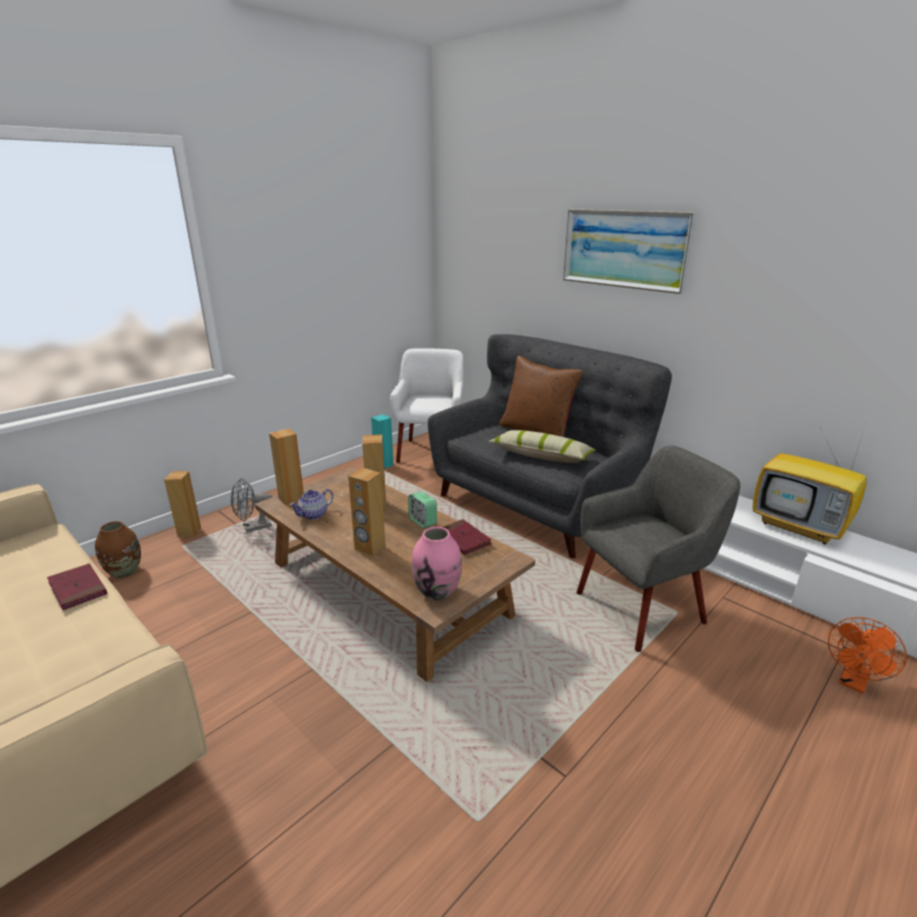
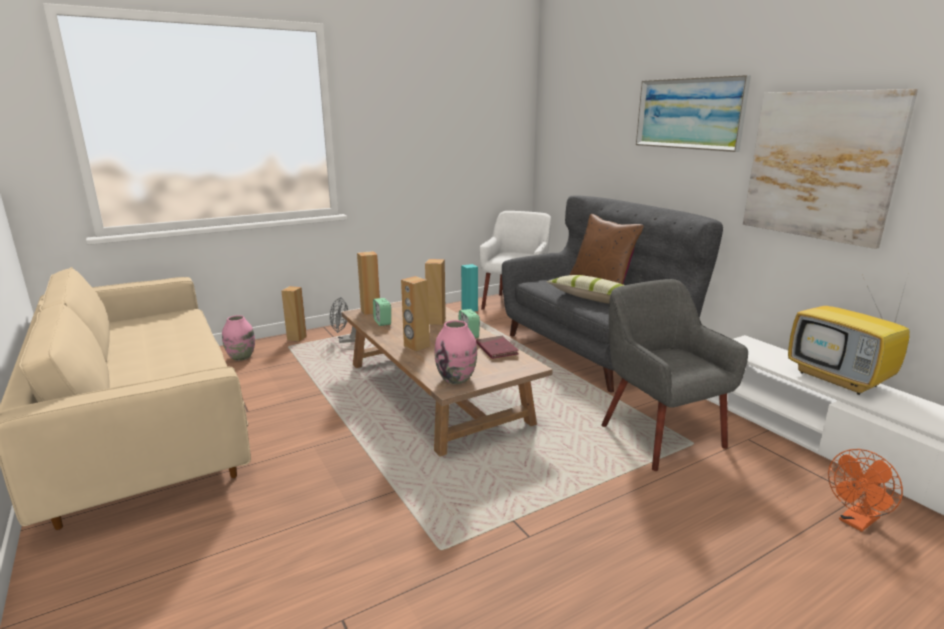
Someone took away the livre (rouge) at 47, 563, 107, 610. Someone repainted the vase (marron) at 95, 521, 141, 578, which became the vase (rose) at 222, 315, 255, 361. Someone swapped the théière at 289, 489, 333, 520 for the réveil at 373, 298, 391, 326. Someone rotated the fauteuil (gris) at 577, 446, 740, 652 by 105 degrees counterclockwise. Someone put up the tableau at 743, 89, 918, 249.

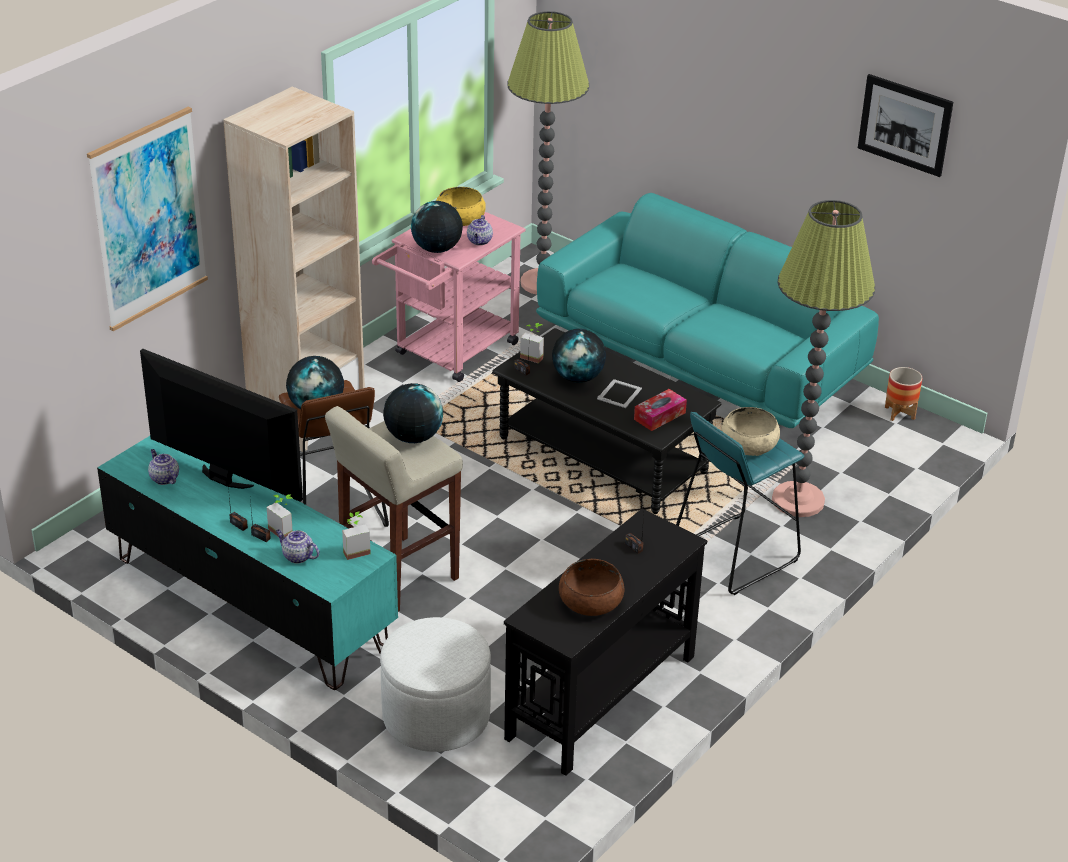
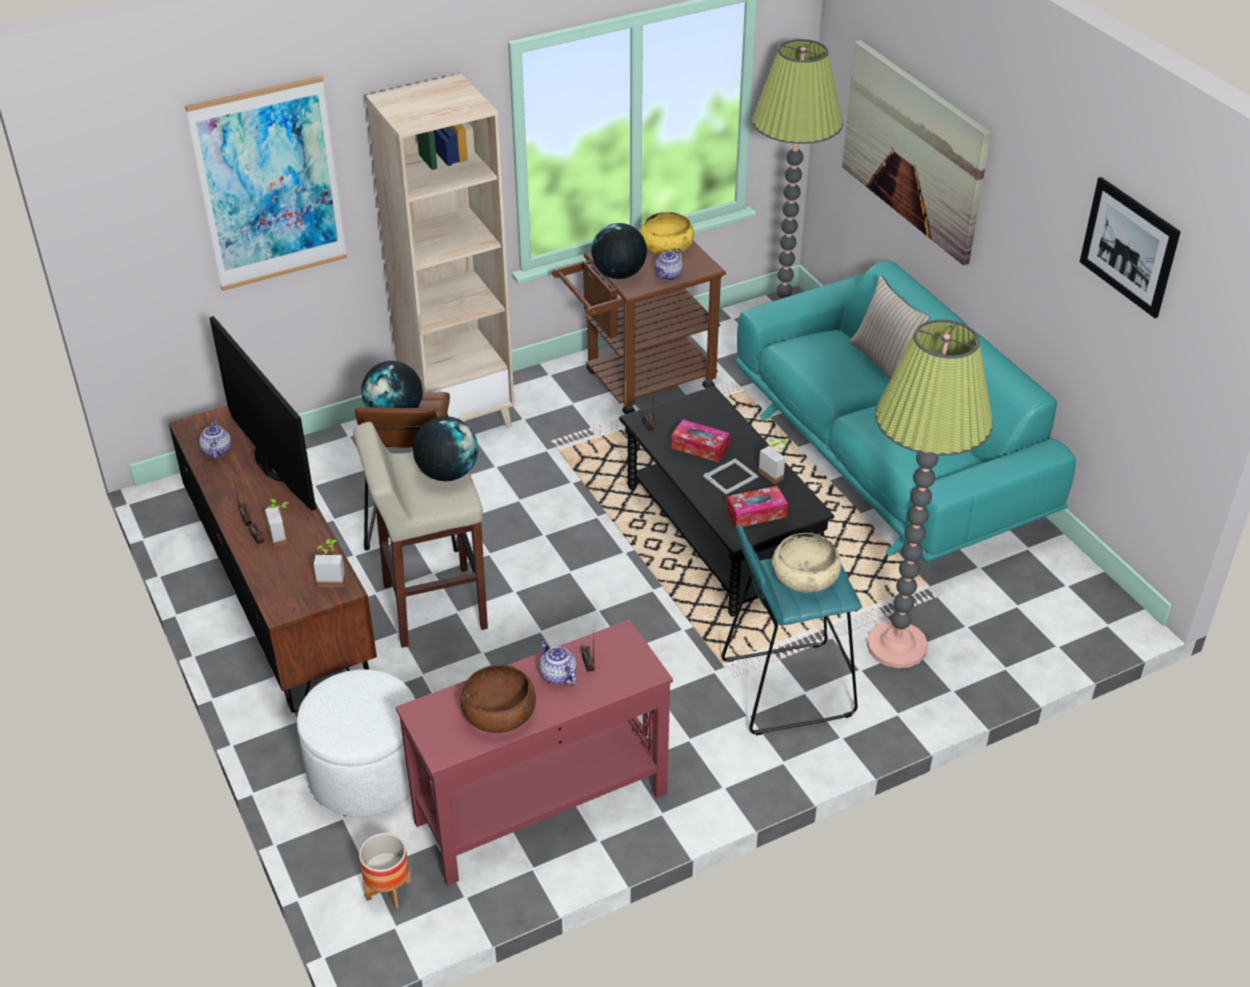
Someone repainted the meuble télé (turquoise) at 97, 436, 398, 690, which became the meuble télé (marron) at 169, 405, 377, 713. Someone carried the théière from 276, 529, 319, 564 to 539, 639, 577, 686. Someone repainted the chariot (rose) at 372, 212, 526, 382, which became the chariot (marron) at 552, 240, 726, 414. Someone repainted the table console (noir) at 504, 508, 707, 776, which became the table console (rouge) at 396, 620, 673, 886. Someone carried the plante en pot from 520, 323, 544, 363 to 759, 439, 787, 484. Someone swapped the globe at 552, 329, 606, 383 for the boîte à mouchoirs at 671, 420, 730, 462. Someone carried the cache-pot from 885, 367, 922, 421 to 359, 833, 411, 909. Someone put up the tableau at 842, 40, 991, 266. Someone put down the coussin (beige) at 849, 275, 930, 381.

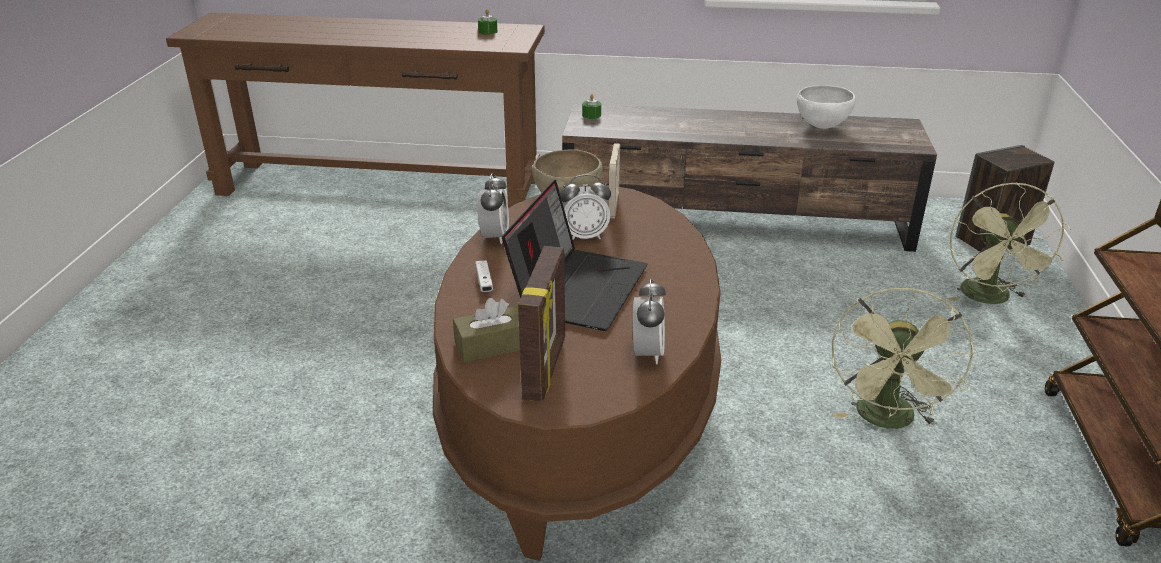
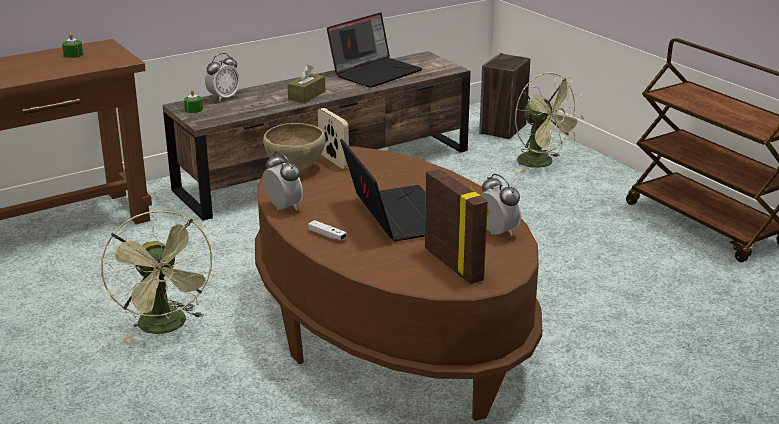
Someone carried the boîte à mouchoirs (marron) from 453, 298, 520, 363 to 287, 65, 325, 103. Someone carried the réveil from 560, 175, 611, 240 to 205, 53, 240, 101. Someone swapped the bol (blanc) at 797, 85, 856, 129 for the ordinateur portable at 327, 12, 423, 88. Someone carried the ventilateur (vert) from 832, 288, 974, 429 to 101, 210, 215, 341.

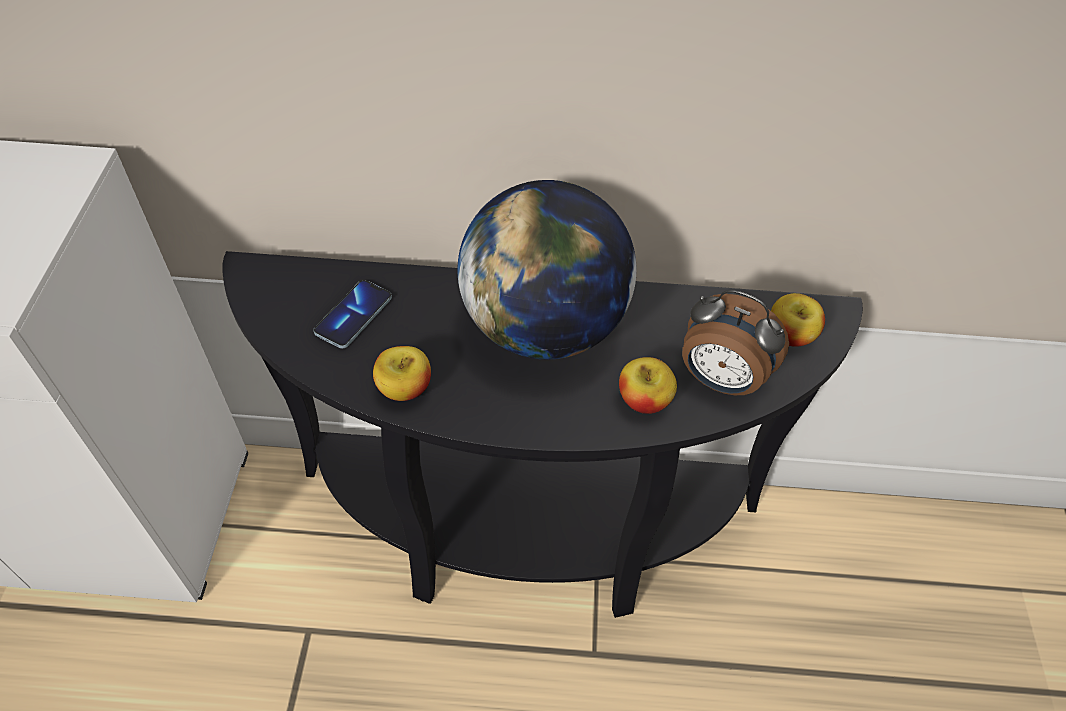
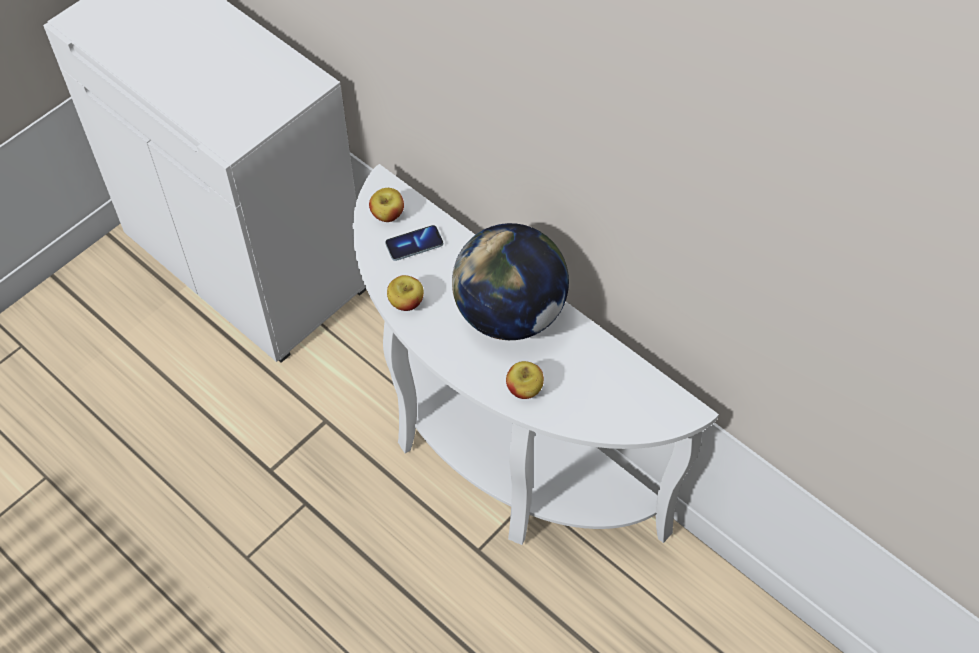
Someone repainted the table console (noir) at 223, 251, 863, 618, which became the table console (blanc) at 353, 164, 719, 545. Someone took away the réveil at 682, 290, 789, 395. Someone carried the pomme from 771, 293, 825, 347 to 369, 188, 404, 222.

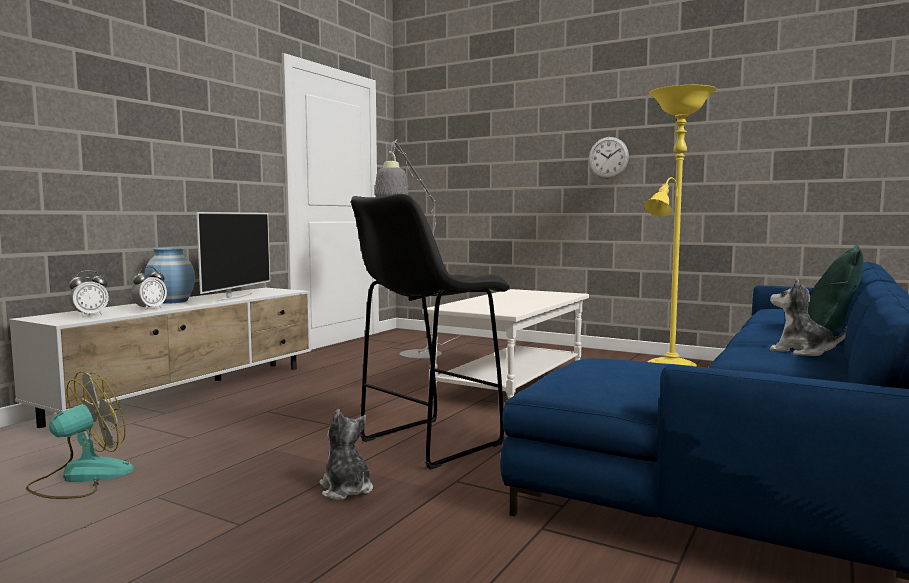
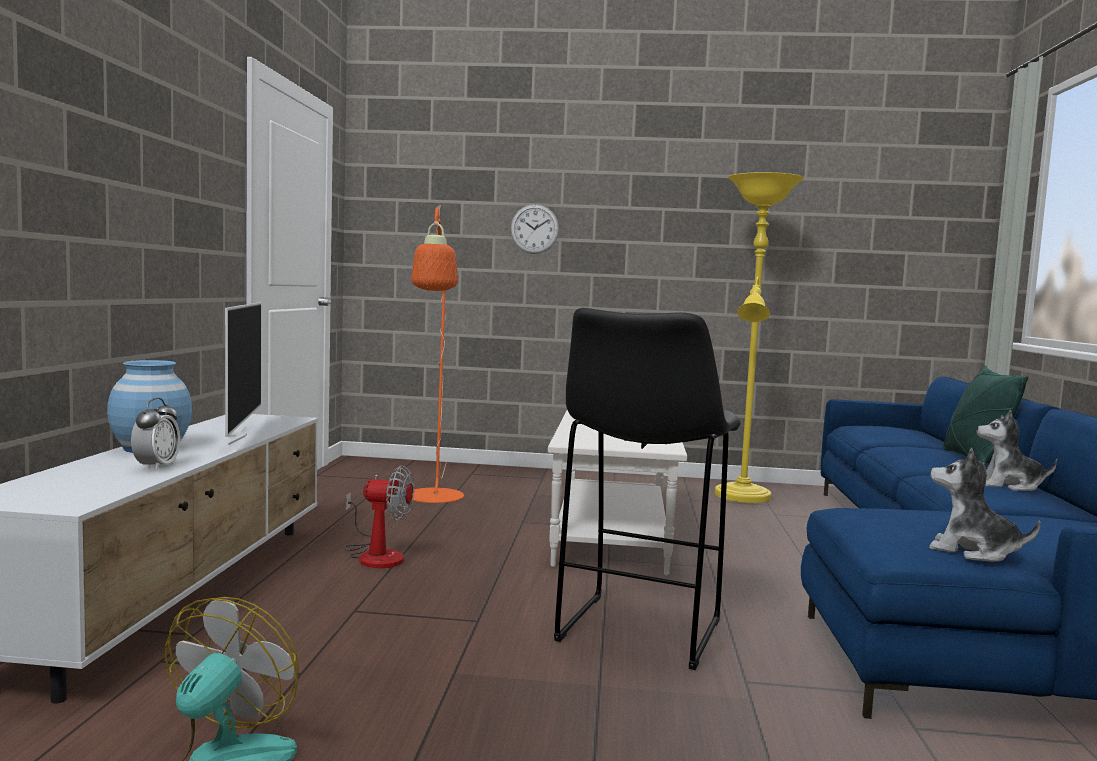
Someone took away the réveil at 69, 270, 109, 317. Someone carried the peluche from 320, 409, 373, 500 to 929, 448, 1041, 562. Someone repainted the lampadaire (gris) at 375, 139, 463, 359, which became the lampadaire (orange) at 411, 205, 464, 503. Someone carried the horloge murale from 589, 137, 629, 178 to 510, 204, 559, 254. Someone put down the ventilateur at 344, 465, 414, 568.

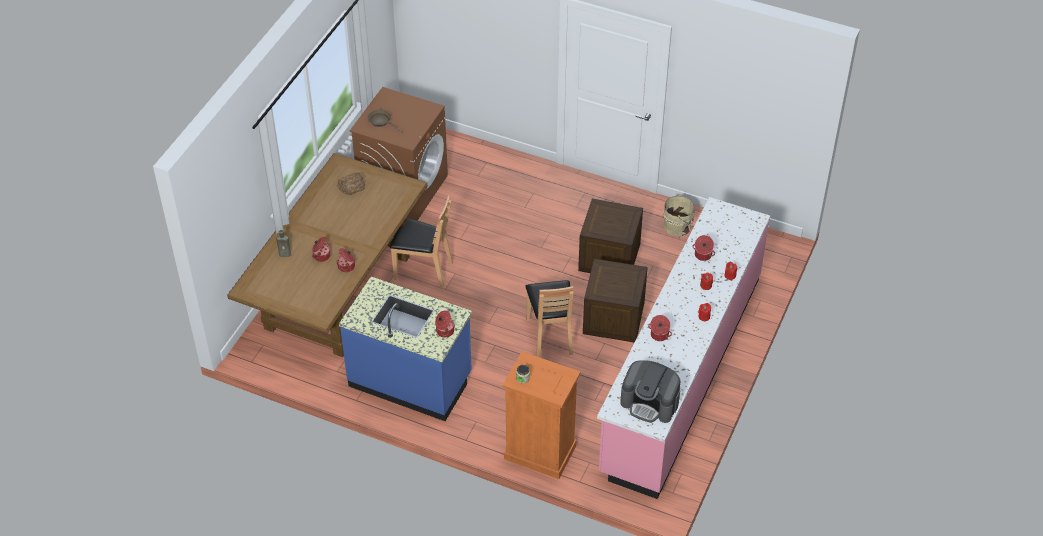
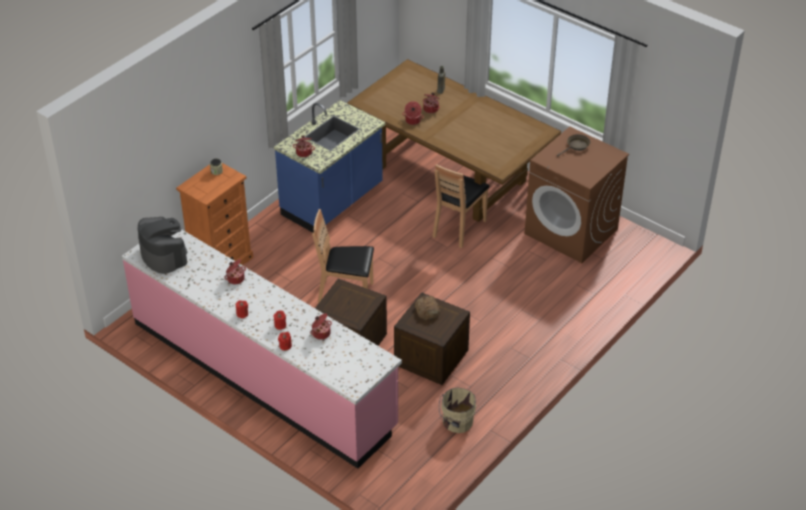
Someone carried the pain from 337, 172, 365, 195 to 415, 296, 440, 320. Someone rotated the machine à café at 620, 360, 680, 423 by 105 degrees clockwise.

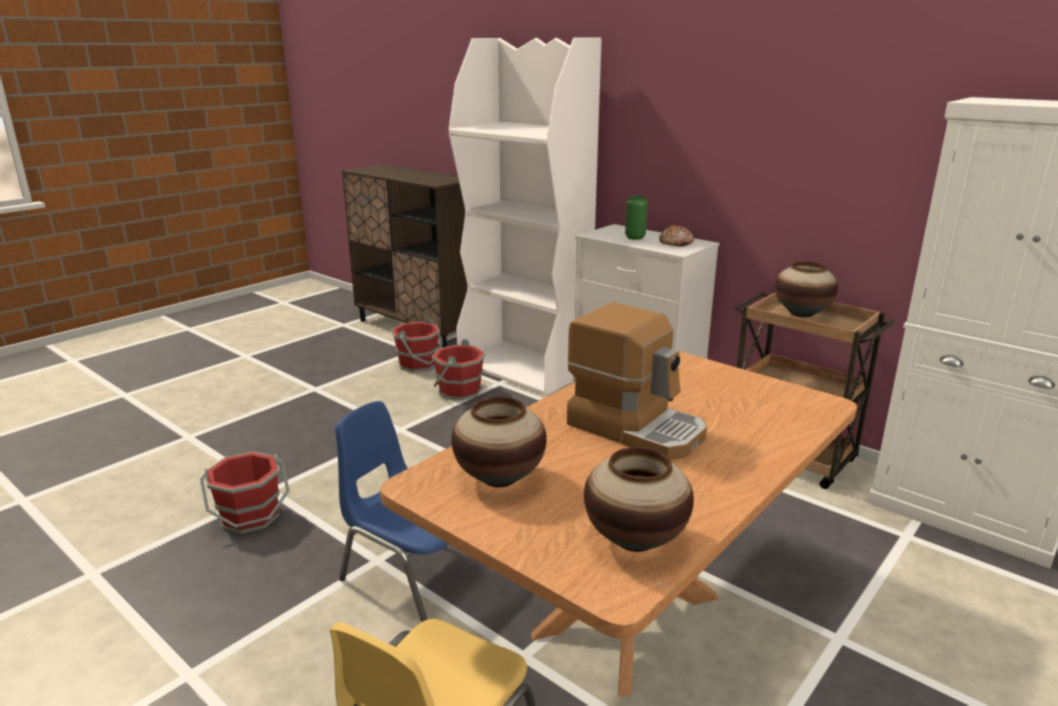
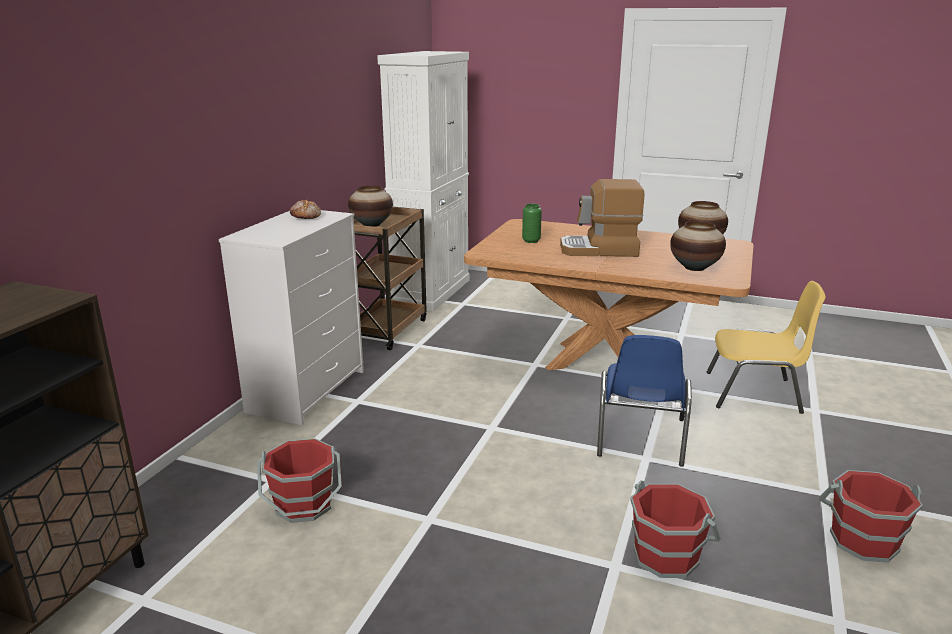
Someone carried the seau (rouge) from 391, 317, 443, 372 to 819, 470, 923, 563. Someone took away the bibliothèque (blanc) at 449, 37, 602, 396. Someone rotated the machine à café at 567, 302, 707, 460 by 105 degrees counterclockwise. Someone carried the vase (vert) from 625, 196, 648, 240 to 522, 204, 542, 243.

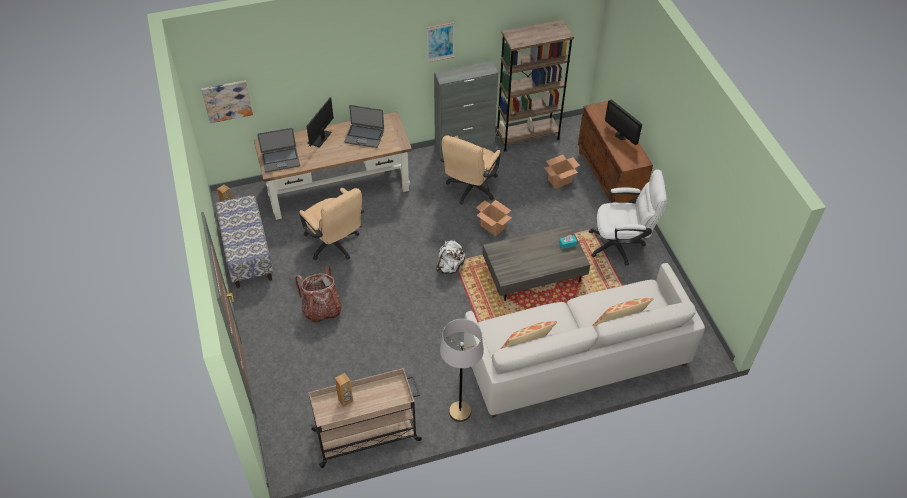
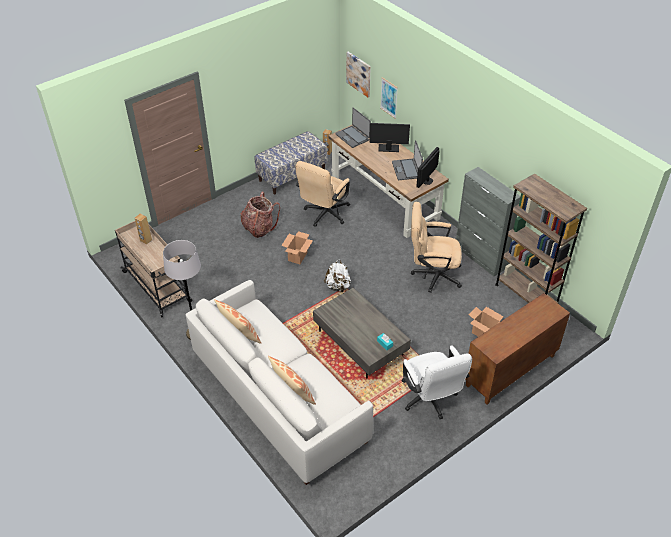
Someone carried the tableau from 427, 22, 455, 62 to 380, 77, 398, 119. Someone carried the carton from 476, 200, 512, 236 to 281, 231, 313, 264. Someone carried the écran d'ordinateur from 605, 100, 642, 145 to 416, 147, 440, 188.

